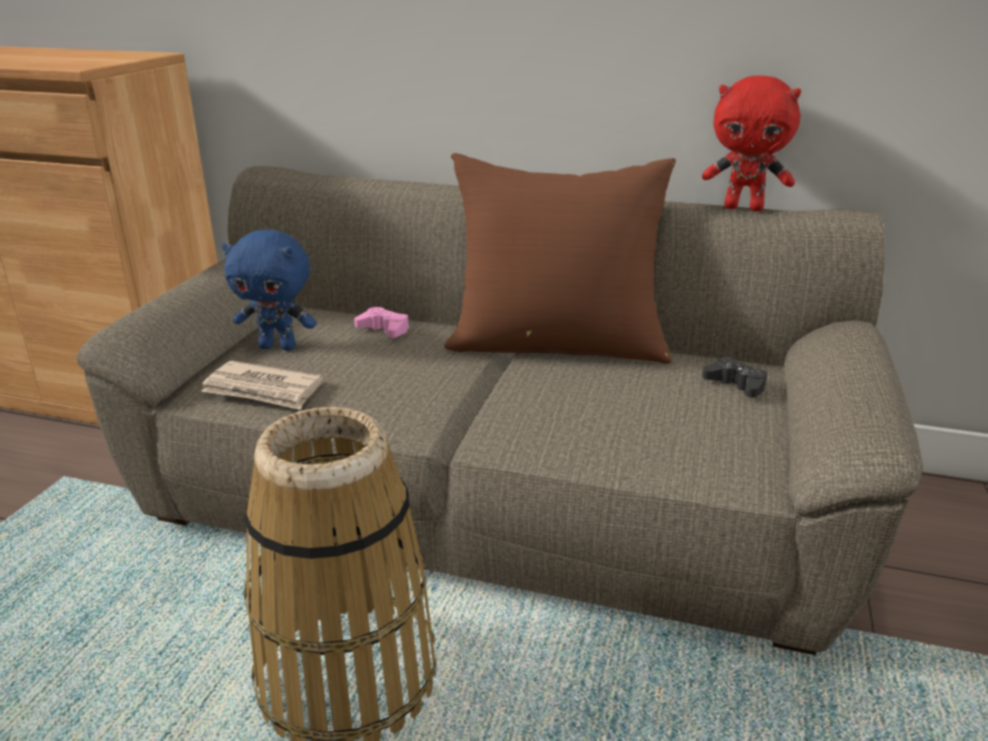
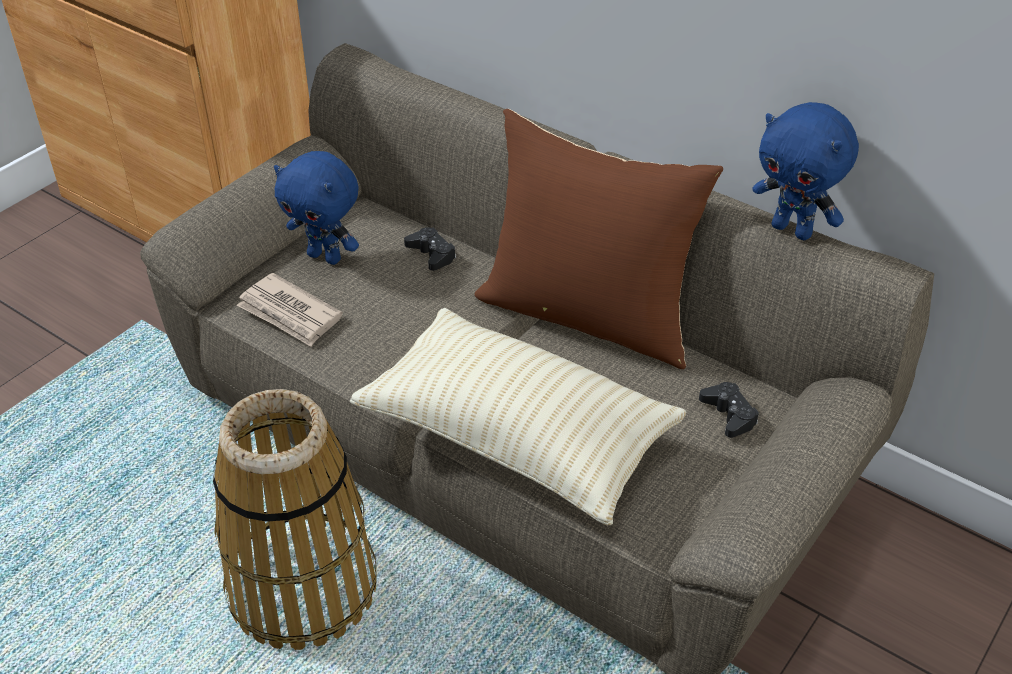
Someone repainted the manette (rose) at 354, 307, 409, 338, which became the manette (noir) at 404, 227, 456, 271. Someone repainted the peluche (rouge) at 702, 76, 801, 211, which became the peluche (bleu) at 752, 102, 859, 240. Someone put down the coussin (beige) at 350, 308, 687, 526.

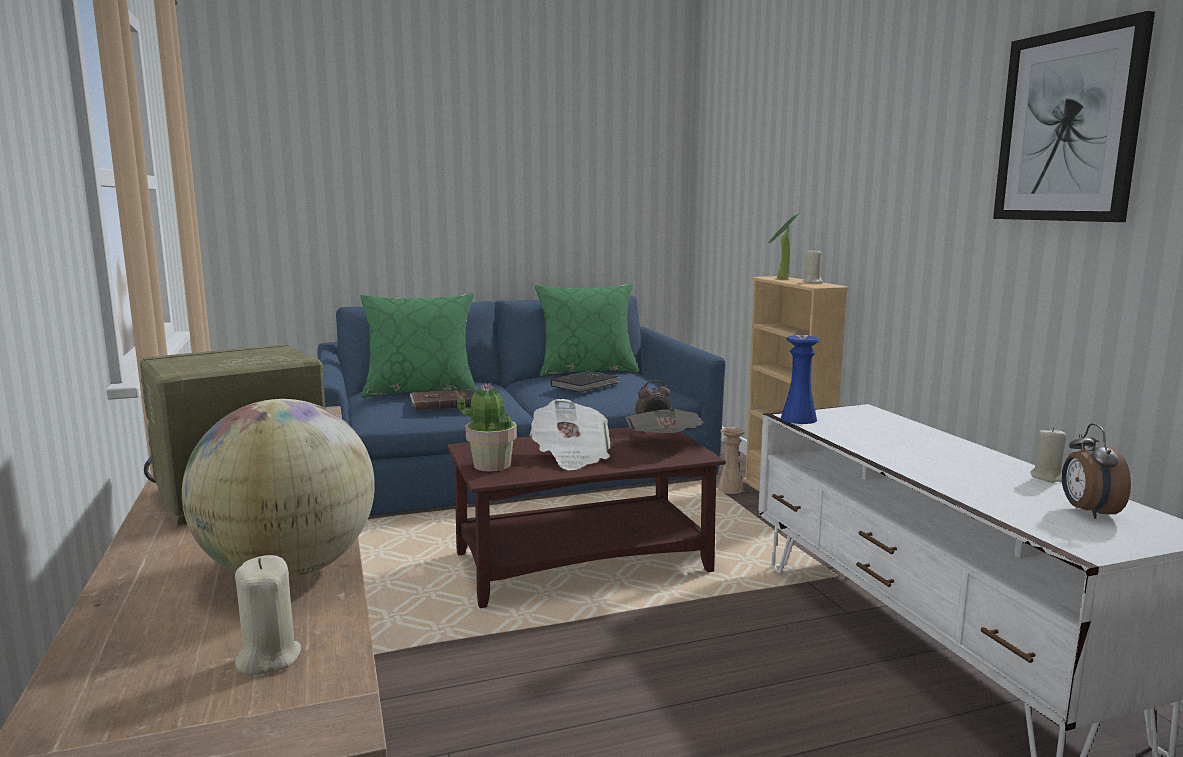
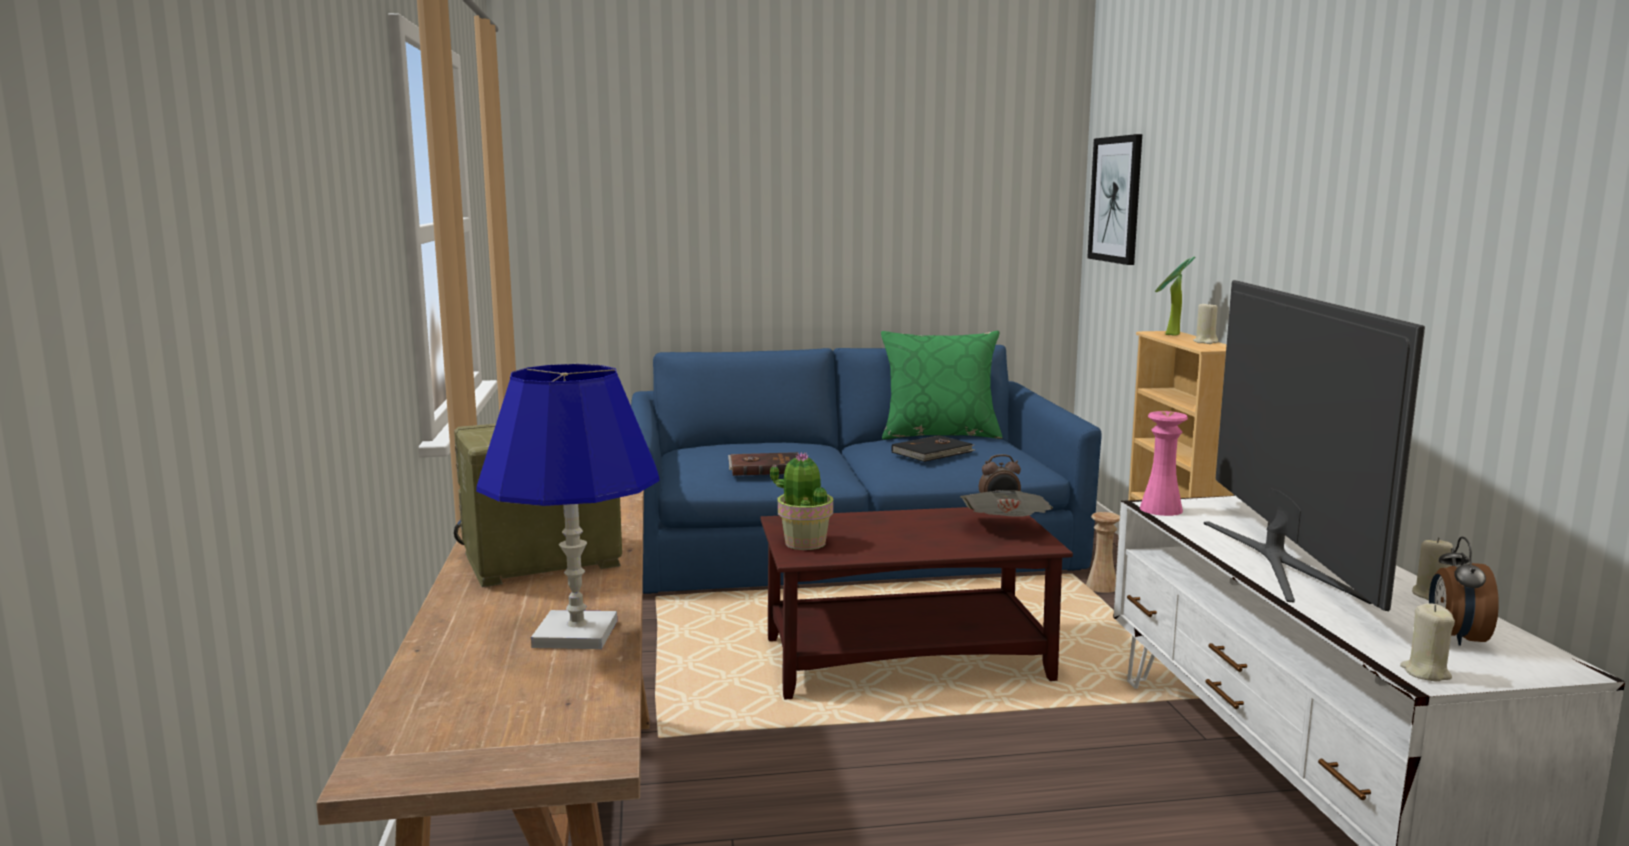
Someone swapped the globe at 182, 399, 375, 579 for the lampe de table (bleu) at 476, 364, 660, 649. Someone carried the bougie (beige) from 235, 555, 301, 675 to 1400, 603, 1455, 682. Someone took away the coussin (vert) at 360, 293, 477, 398. Someone took away the journal at 530, 399, 610, 470. Someone repainted the vase (bleu) at 781, 335, 820, 424, which became the vase (rose) at 1140, 411, 1188, 516. Someone carried the tableau from 993, 11, 1155, 222 to 1087, 134, 1142, 265. Someone put down the téléviseur at 1204, 280, 1425, 611.

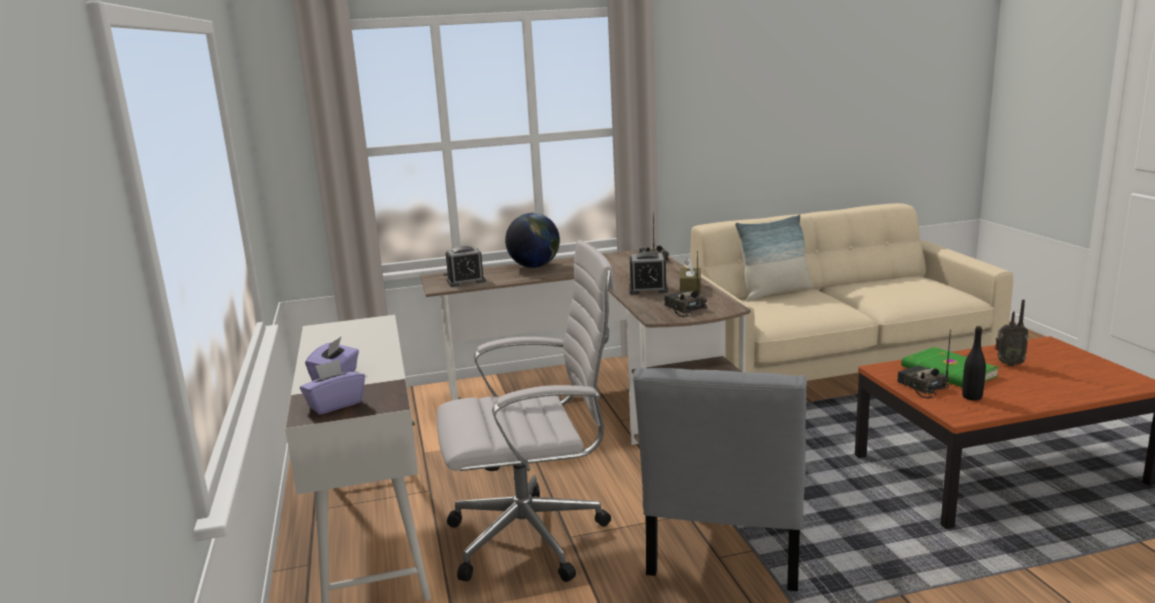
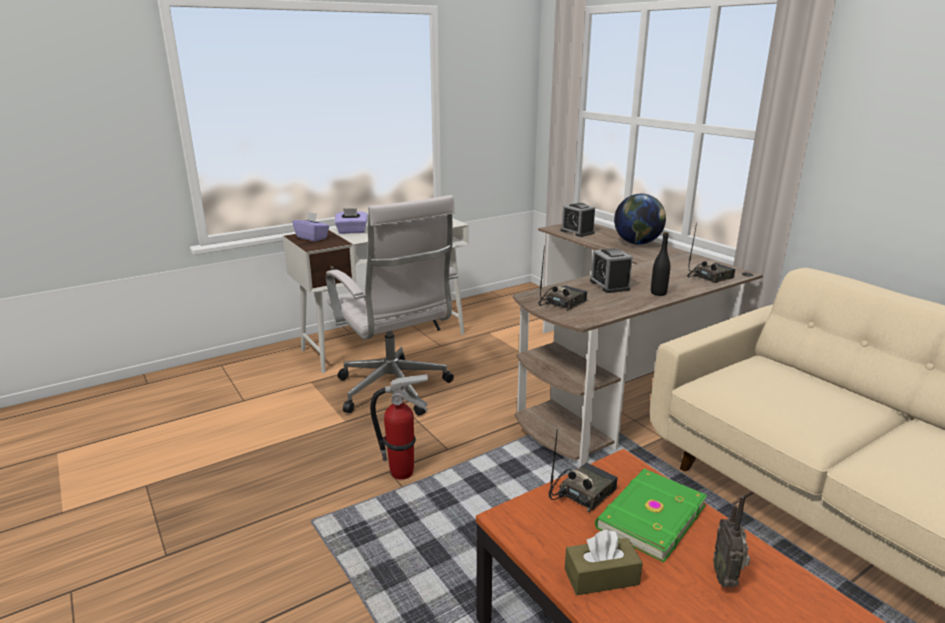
Someone swapped the chaise (gris) at 633, 367, 807, 591 for the extincteur at 370, 374, 429, 480. Someone carried the boîte à mouchoirs (marron) from 680, 257, 701, 294 to 565, 530, 643, 595. Someone took away the coussin at 735, 214, 813, 301. Someone carried the bouteille (noir) from 962, 326, 986, 400 to 651, 232, 670, 296.

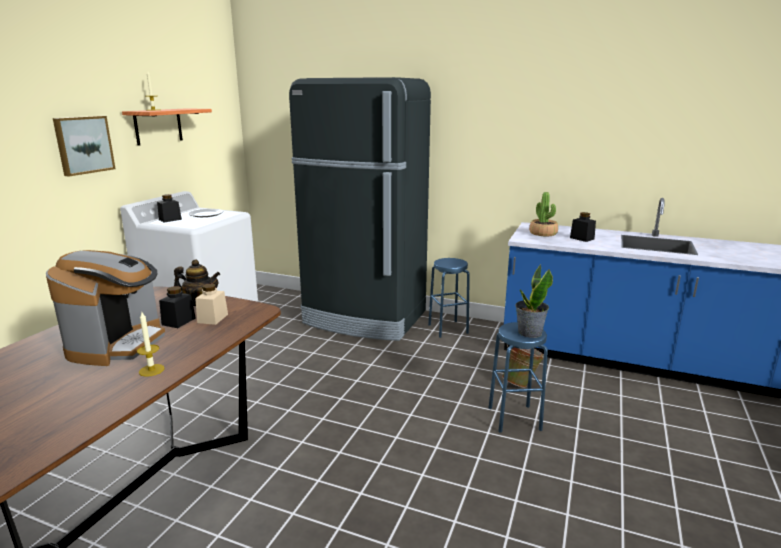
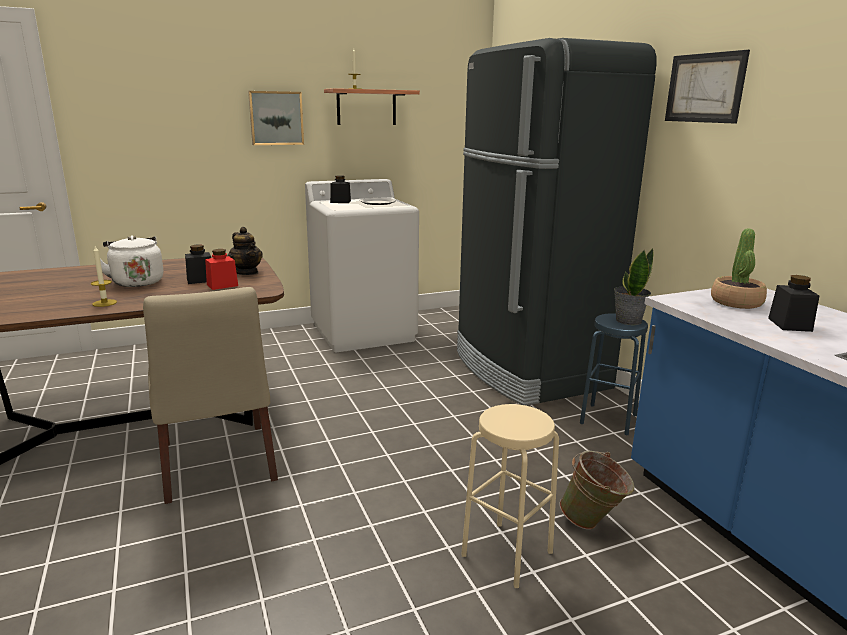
Someone swapped the machine à café at 46, 250, 165, 366 for the bouilloire (blanc) at 100, 236, 164, 287. Someone repainted the bocal (beige) at 195, 284, 228, 325, which became the bocal (rouge) at 205, 249, 238, 290. Someone repainted the tabouret (bleu) at 489, 322, 548, 433, which became the tabouret (beige) at 461, 404, 559, 588. Someone carried the plante en pot from 515, 264, 553, 338 to 614, 248, 654, 325. Someone put down the chaise (beige) at 143, 287, 278, 504. Someone put up the tableau at 665, 50, 750, 124.

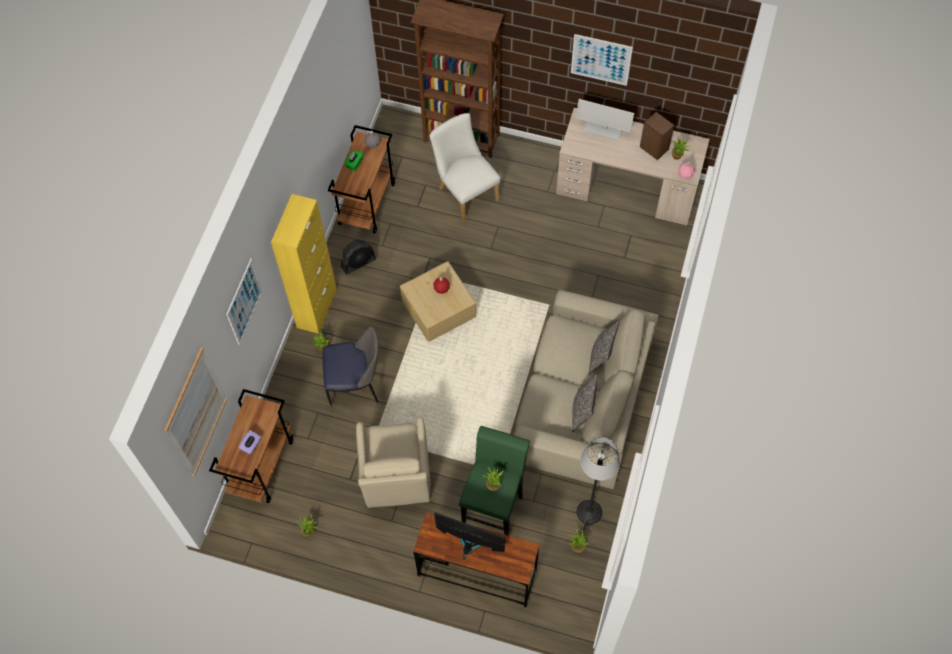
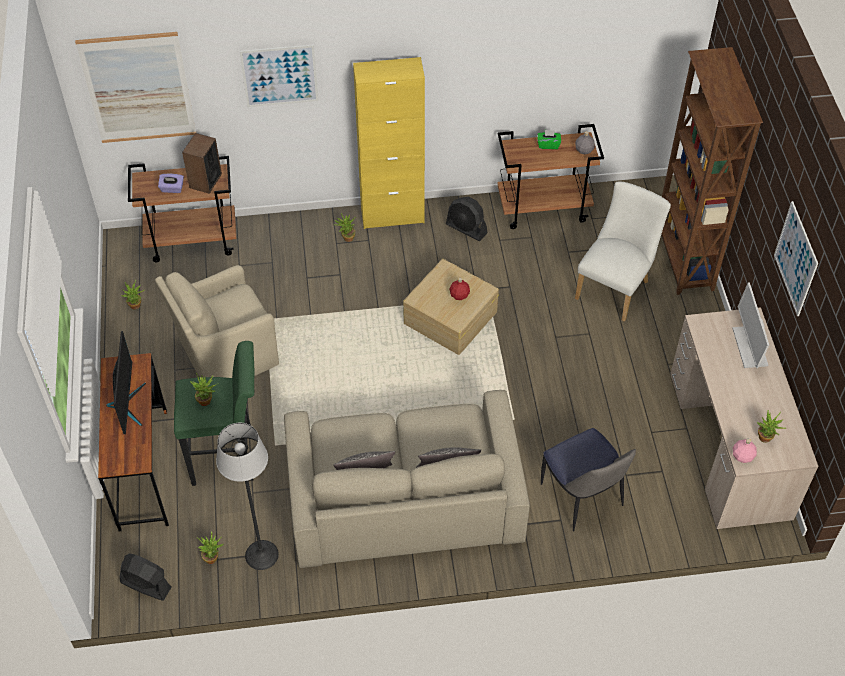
Someone carried the chaise from 322, 326, 379, 406 to 541, 428, 636, 532. Someone carried the enceinte from 640, 112, 674, 160 to 182, 133, 222, 194. Someone put down the ventilateur (noir) at 120, 553, 172, 601.

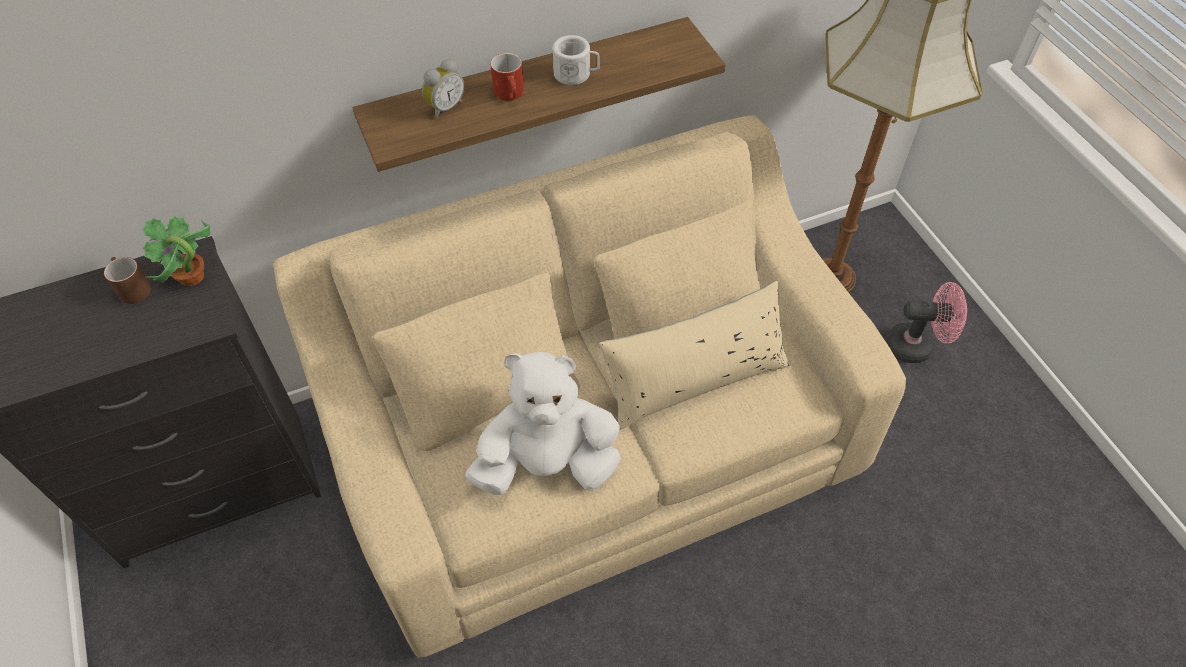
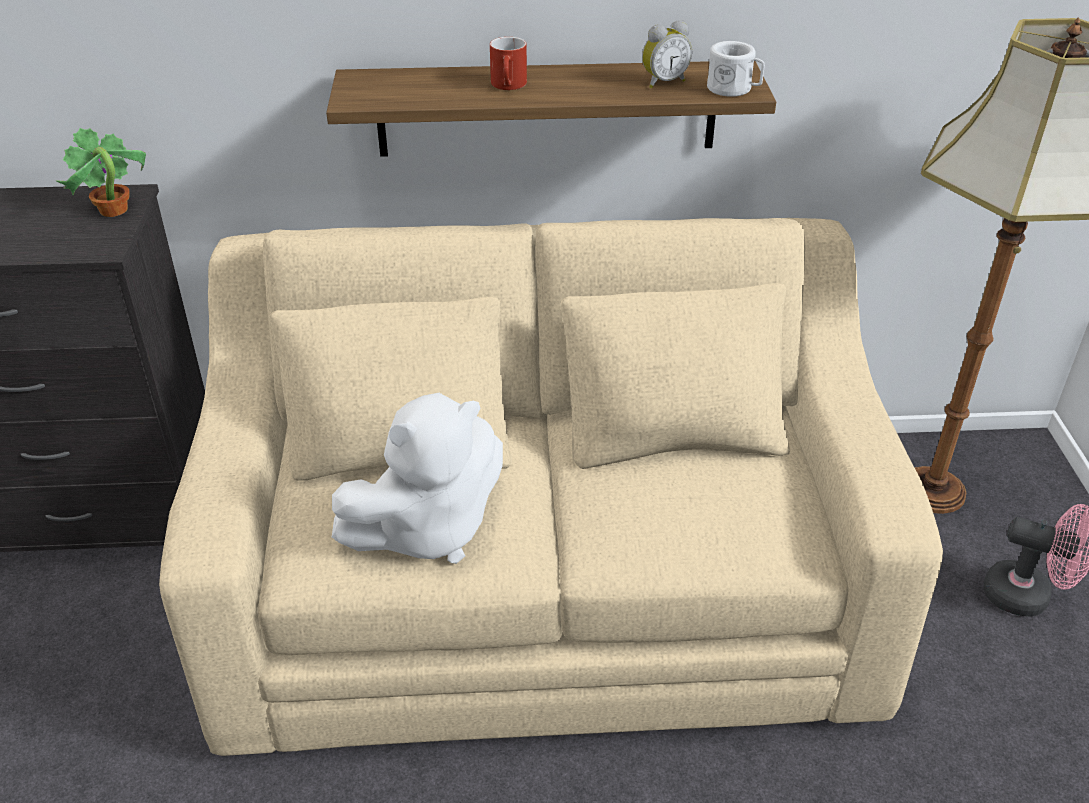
Someone took away the mug (marron) at 104, 257, 151, 304. Someone carried the réveil from 422, 59, 464, 119 to 642, 20, 692, 88. Someone rotated the peluche (blanc) at 466, 352, 621, 495 by 135 degrees clockwise. Someone carried the mug (blanc) from 552, 35, 600, 85 to 707, 41, 765, 97. Someone took away the coussin (beige) at 599, 281, 789, 430.

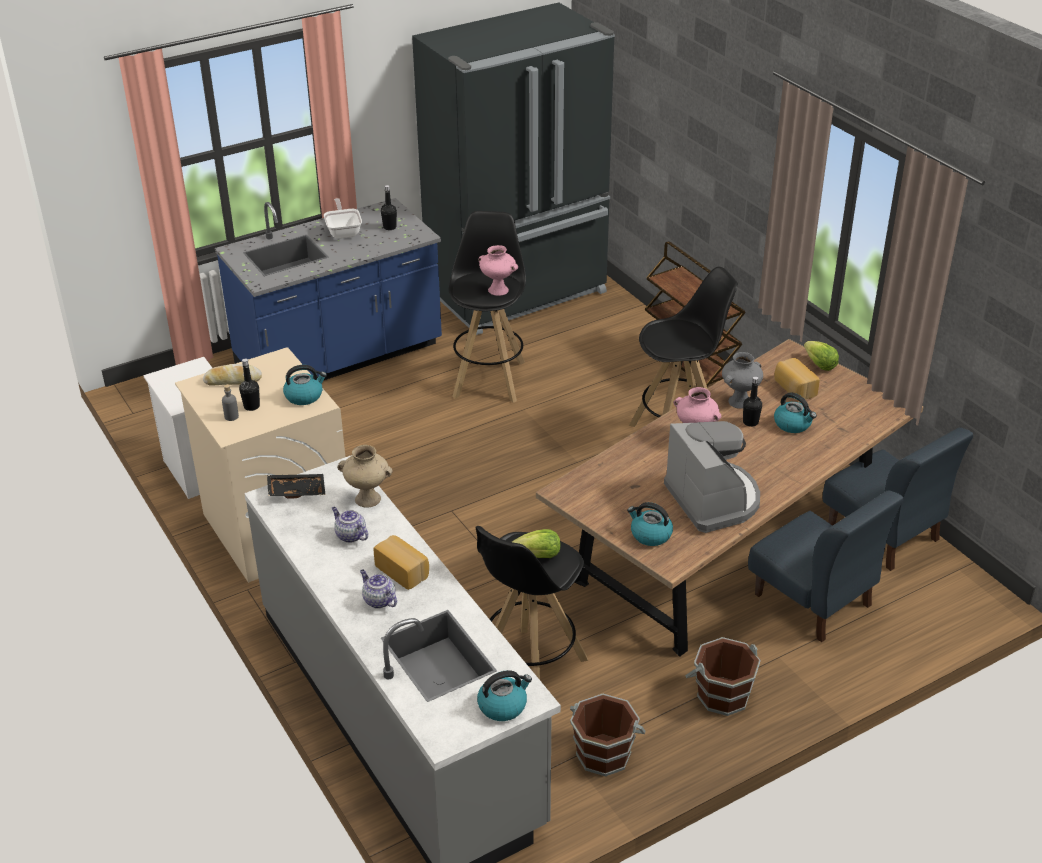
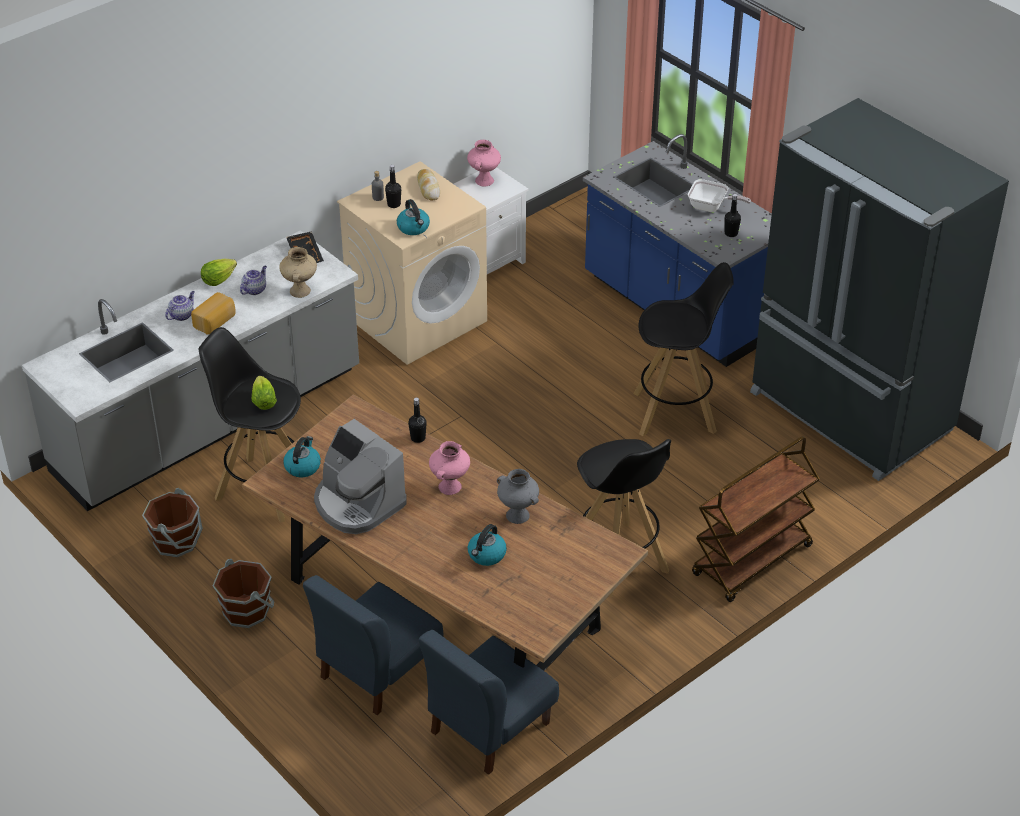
Someone rotated the poêle at 324, 198, 362, 239 by 45 degrees clockwise. Someone took away the bouilloire at 477, 670, 532, 721. Someone carried the vase (rose) from 478, 245, 518, 296 to 467, 140, 501, 187. Someone rotated the machine à café at 664, 421, 760, 533 by 75 degrees clockwise. Someone carried the bouteille (noir) from 743, 376, 762, 427 to 408, 398, 427, 443. Someone took away the pain at 774, 358, 820, 400. Someone carried the laitue from 804, 341, 839, 371 to 201, 259, 237, 286.

